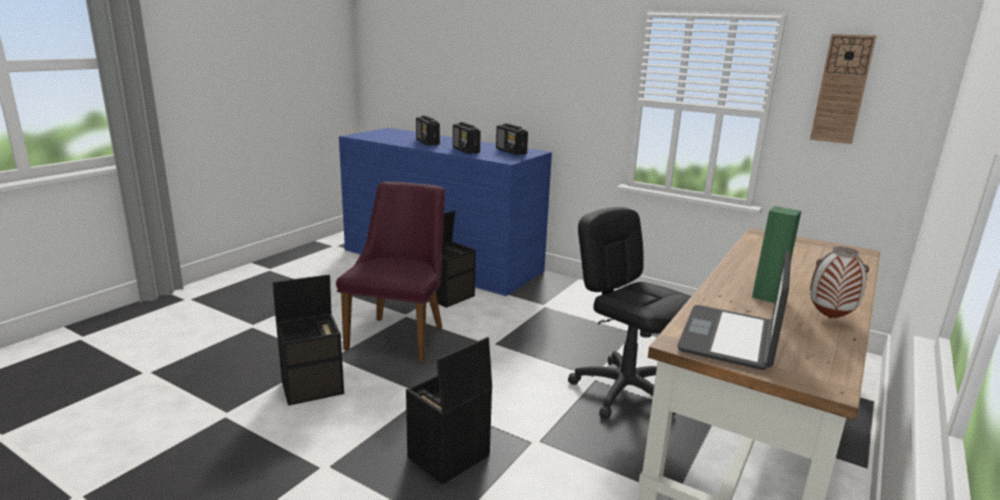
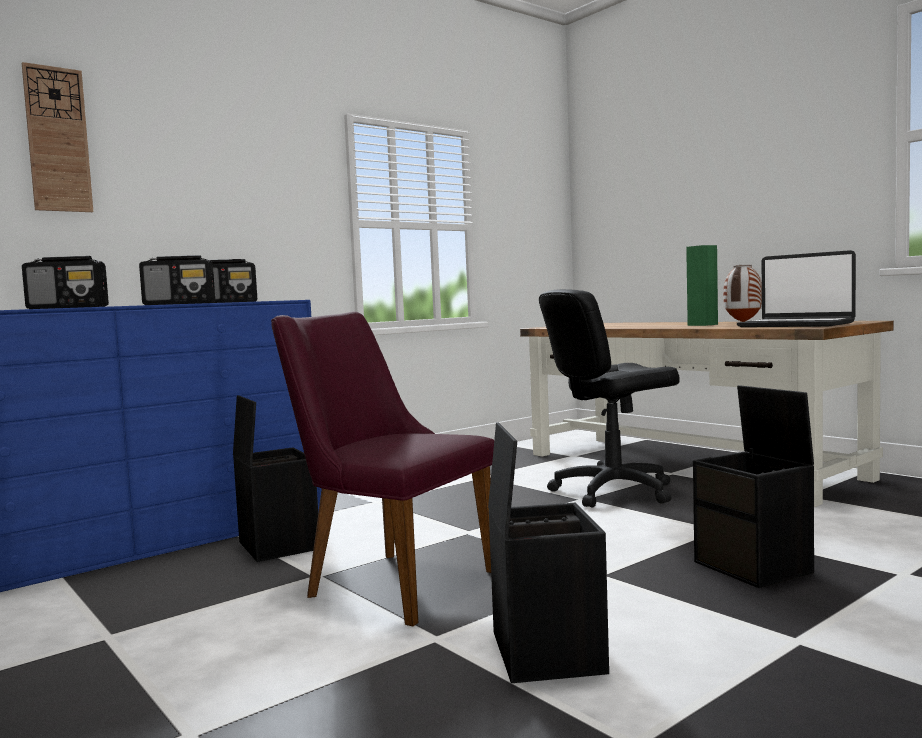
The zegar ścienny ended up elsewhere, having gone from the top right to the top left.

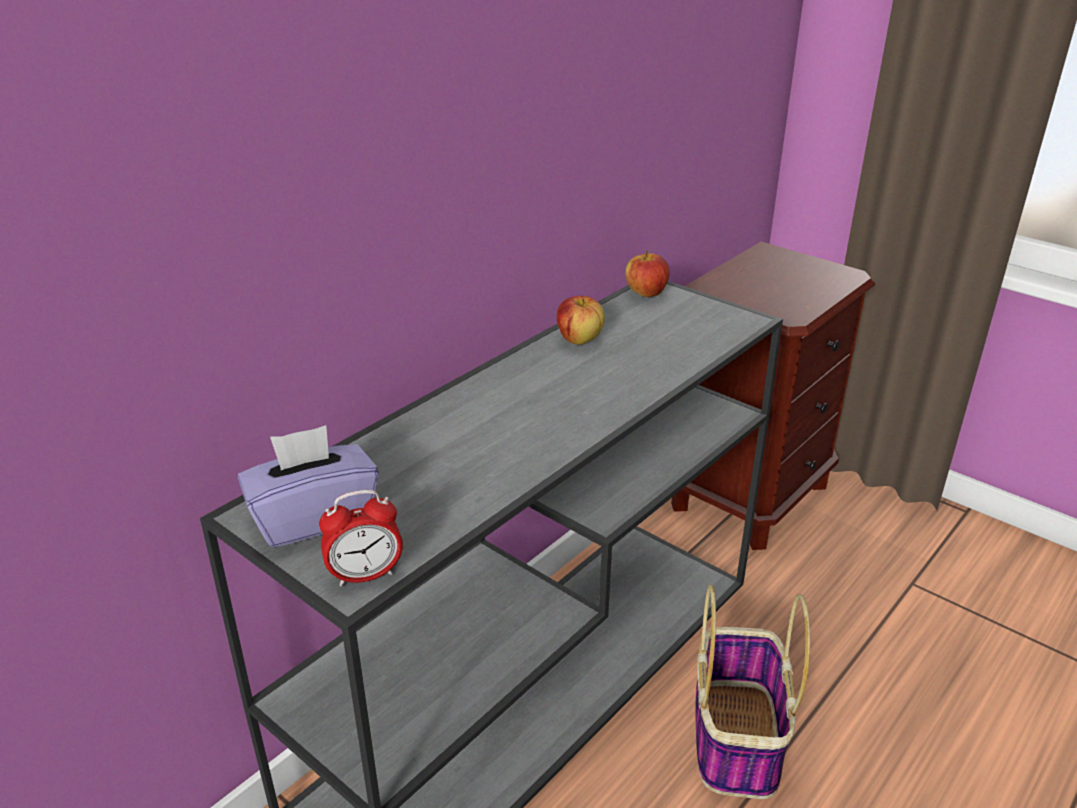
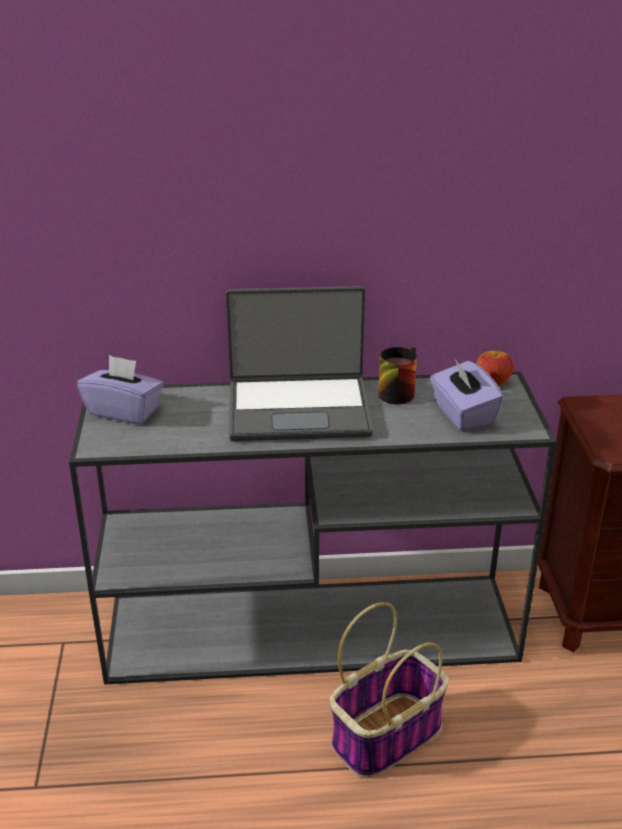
Where the jabłko (1st from left) stood at the centre, the kubek came to stand at the centre.
The second view lost the budzik at the centre.
The second view gained the laptop at the centre.
The second view gained the pudełko chusteczek/fioletowy (2nd from left) at the middle right.

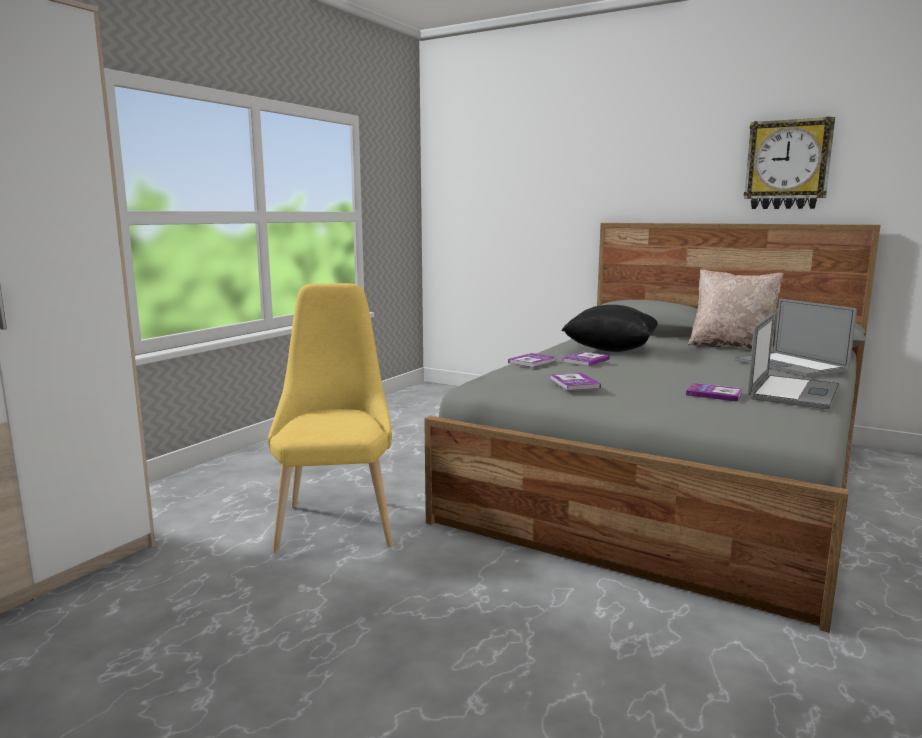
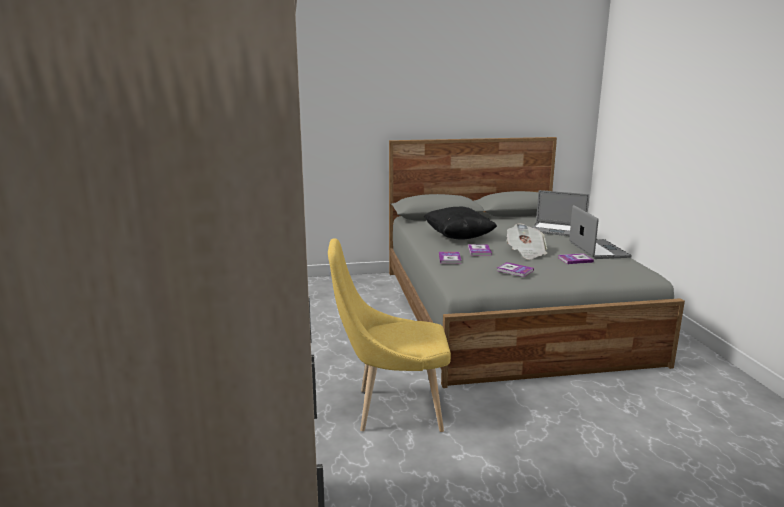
The second view lost the zegar ścienny at the top right.
The second view lost the poduszka/beżowy at the middle right.
The krzesło/żółty at the centre ended up facing another way, 45 degrees counterclockwise from before.
The second view gained the gazeta at the middle right.

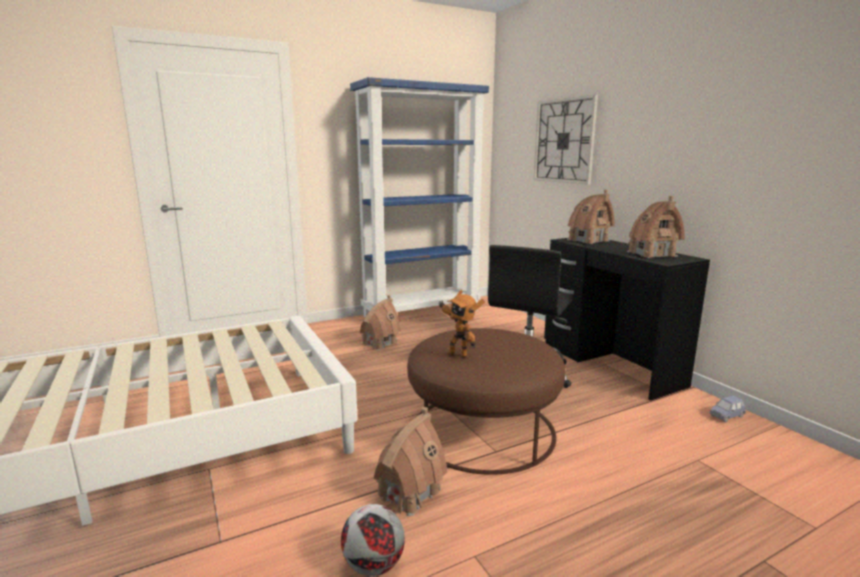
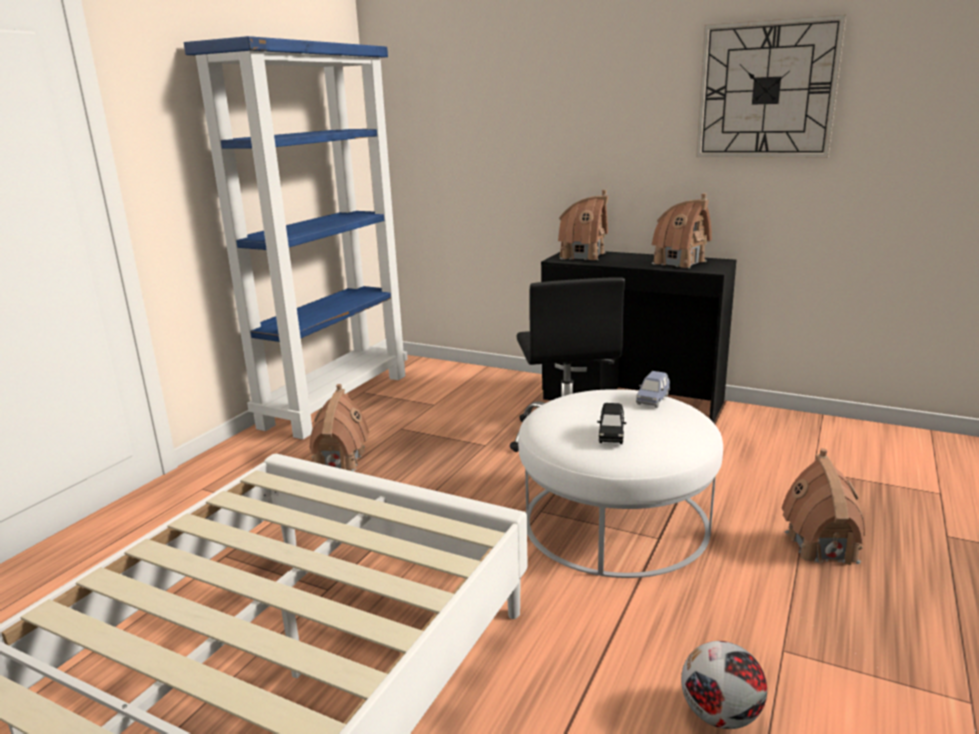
The zegar ścienny ended up elsewhere, having gone from the top centre to the top right.
Where the robot zabawkowy stood at the centre, the samochodzik/czarny came to stand at the centre.
What was the pufa/brązowy at the bottom centre turned into the pufa/biały at the centre.
The samochodzik/niebieski ended up elsewhere, having gone from the bottom right to the middle right.
The domek (2nd from left in the first image) ended up elsewhere, having gone from the bottom centre to the bottom right.

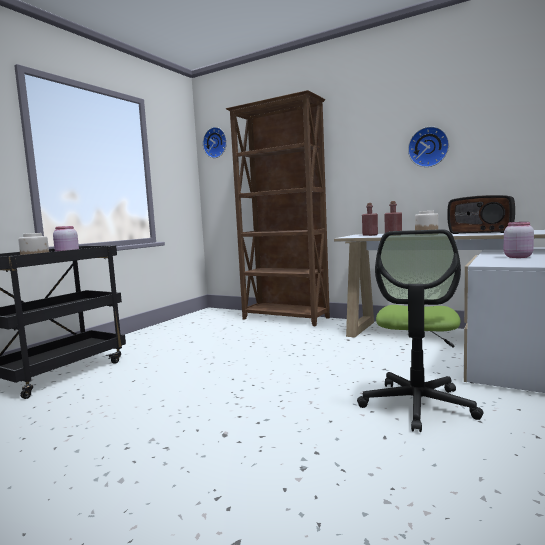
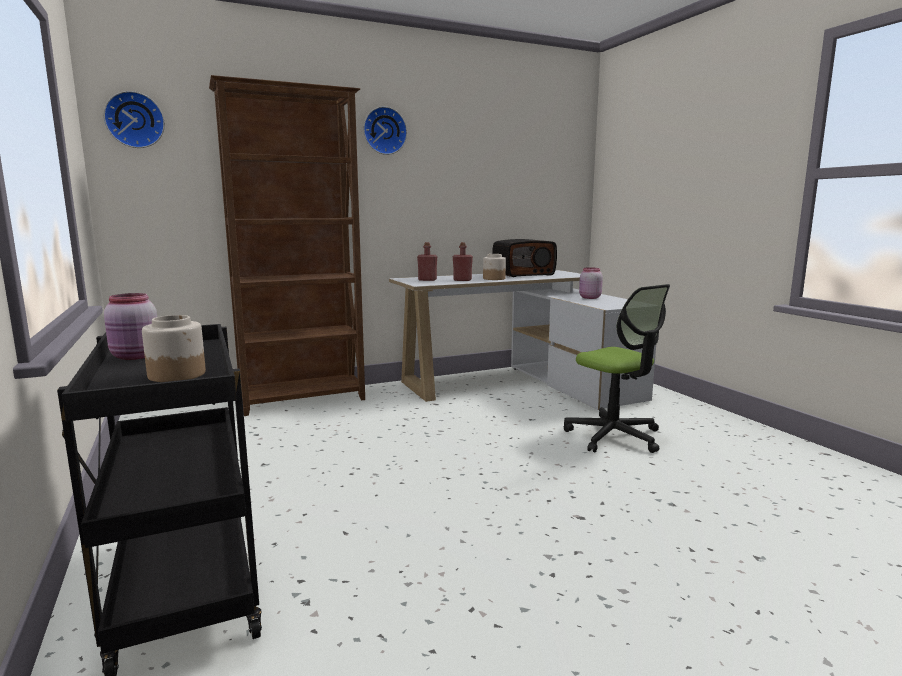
The zegar ścienny (2nd from left) ended up elsewhere, having gone from the top right to the top centre.

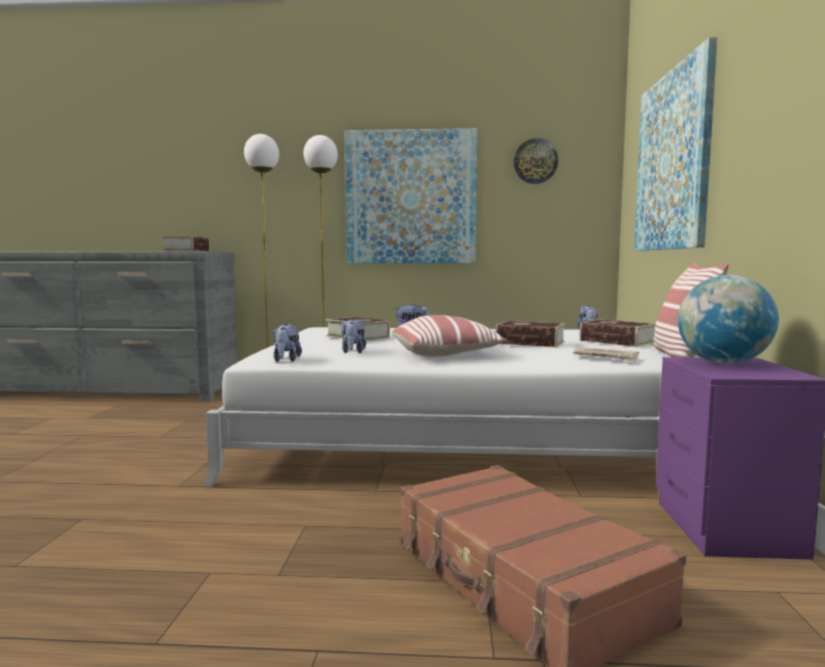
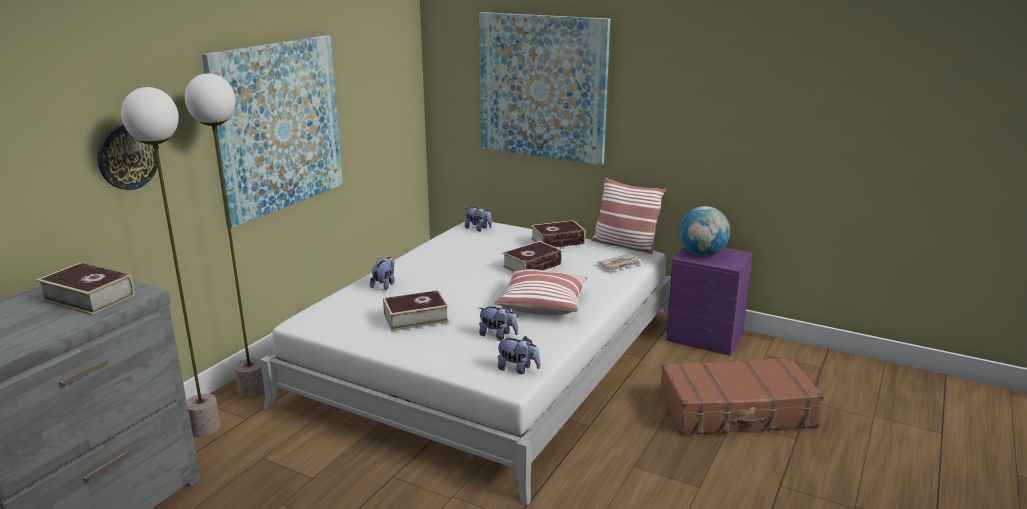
The zegar ścienny ended up elsewhere, having gone from the top centre to the top left.

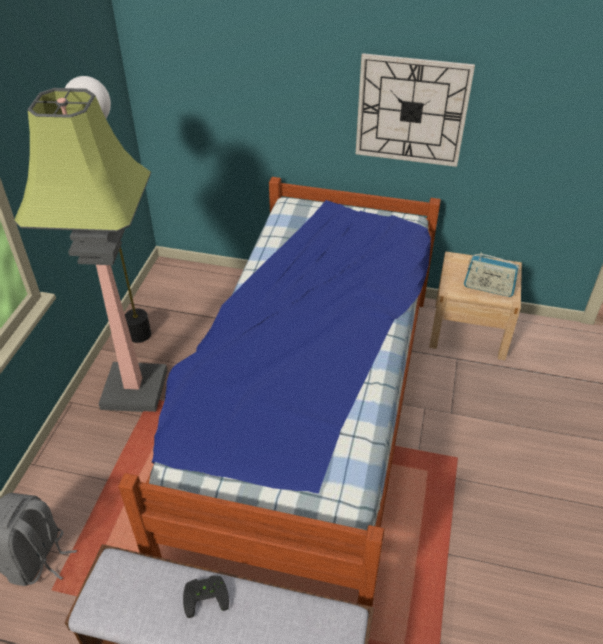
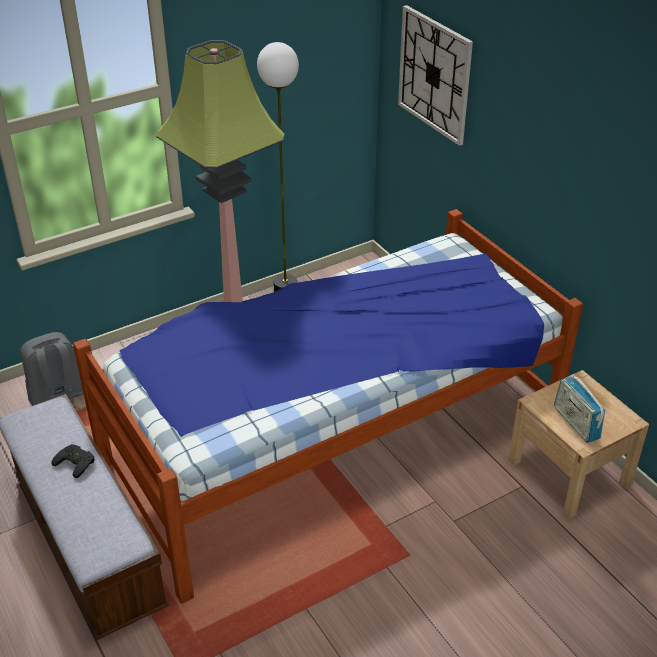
The zegar ścienny ended up elsewhere, having gone from the top right to the top centre.

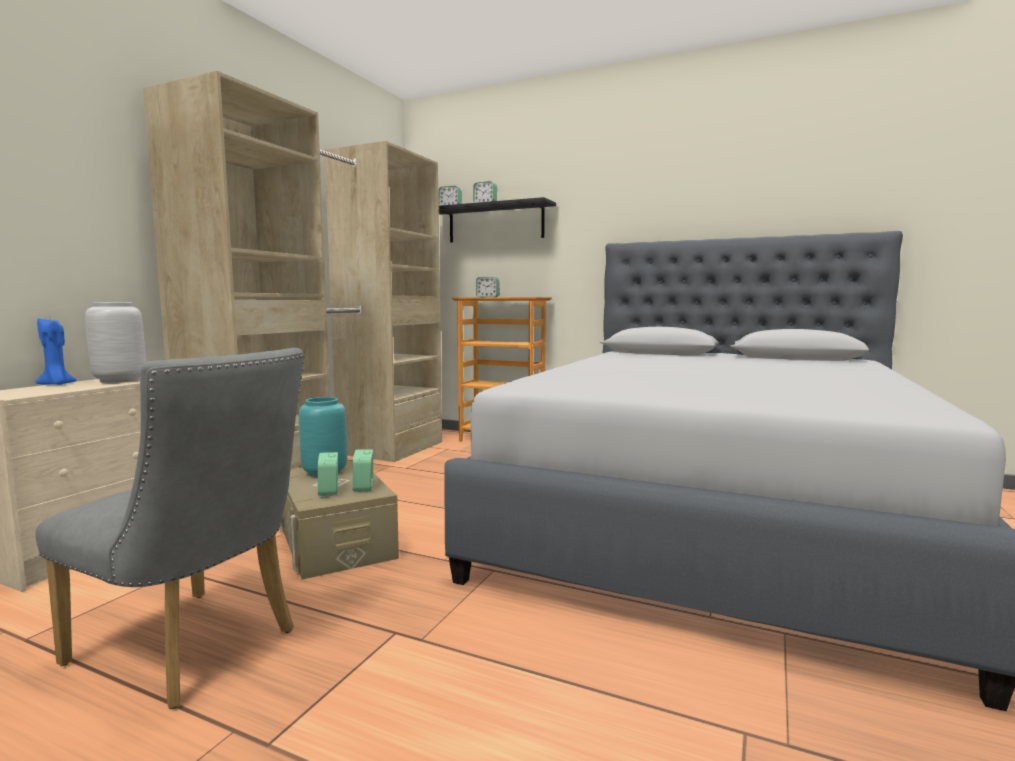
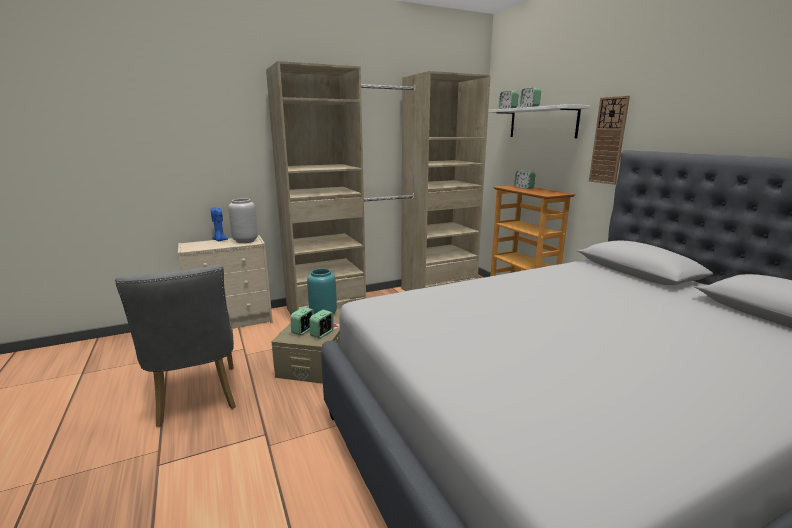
What was the półka/czarny at the top centre turned into the półka/biały at the top right.
The second view gained the zegar ścienny at the top right.

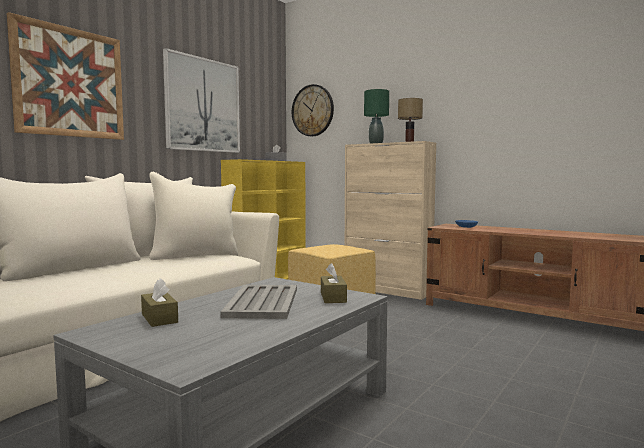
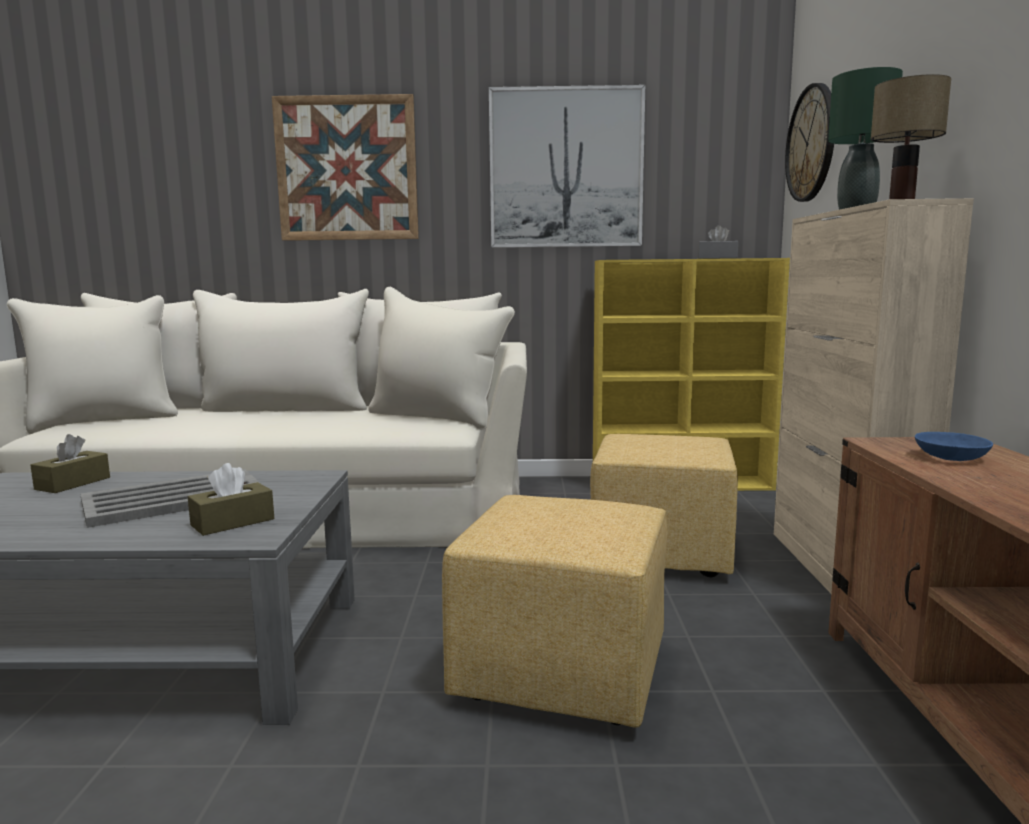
The second view gained the pufa/żółty (1st from left) at the bottom centre.

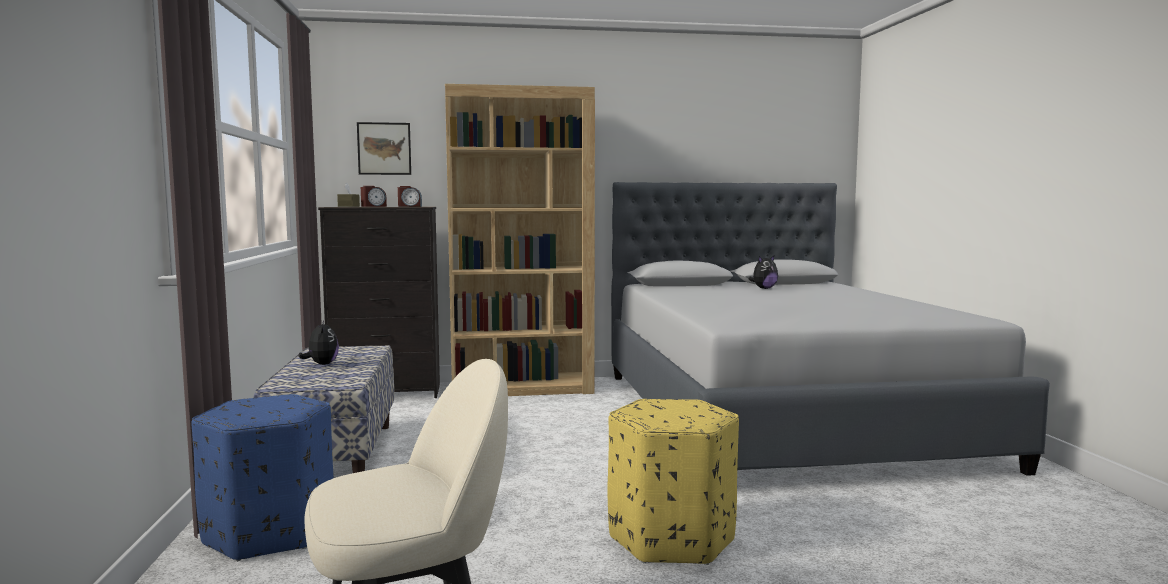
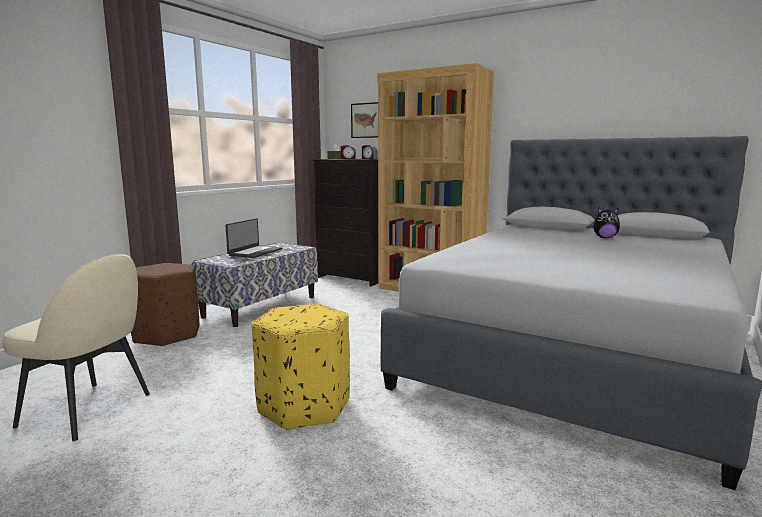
Where the pluszak (1st from left) stood at the middle left, the laptop came to stand at the middle left.
What was the pufa/niebieski at the bottom left turned into the pufa/brązowy at the middle left.

